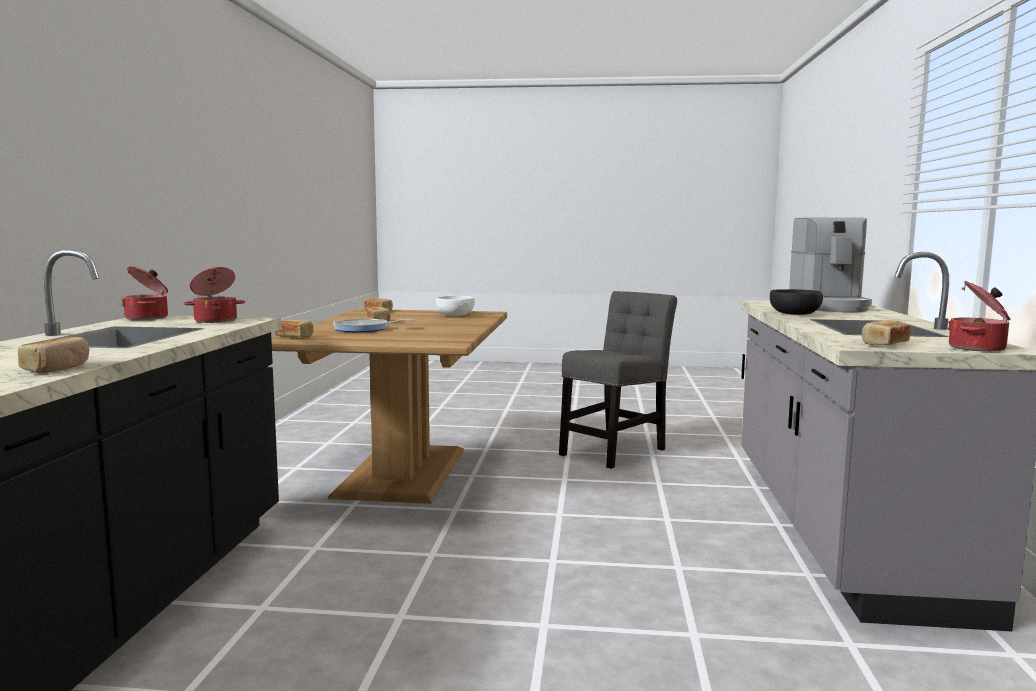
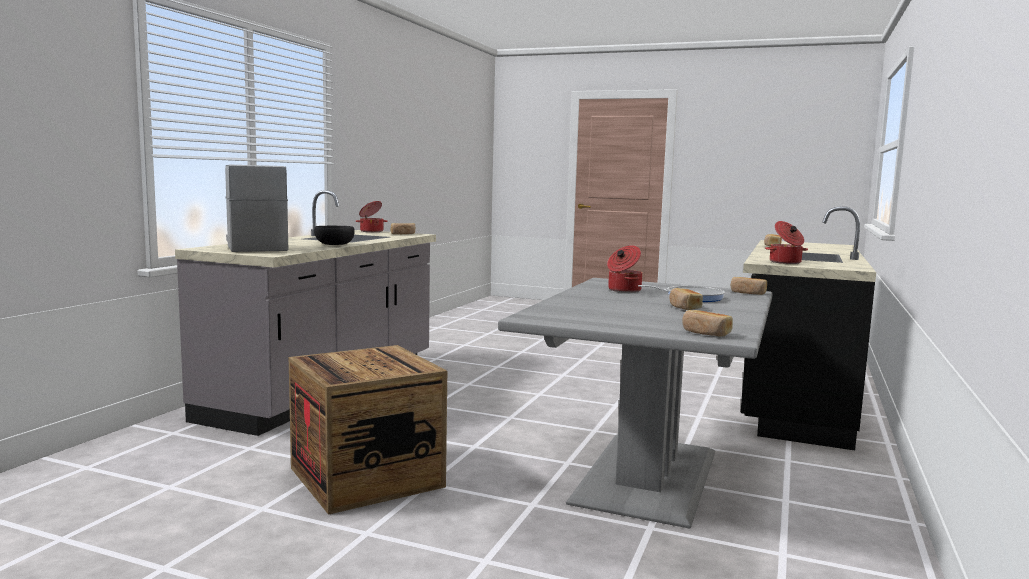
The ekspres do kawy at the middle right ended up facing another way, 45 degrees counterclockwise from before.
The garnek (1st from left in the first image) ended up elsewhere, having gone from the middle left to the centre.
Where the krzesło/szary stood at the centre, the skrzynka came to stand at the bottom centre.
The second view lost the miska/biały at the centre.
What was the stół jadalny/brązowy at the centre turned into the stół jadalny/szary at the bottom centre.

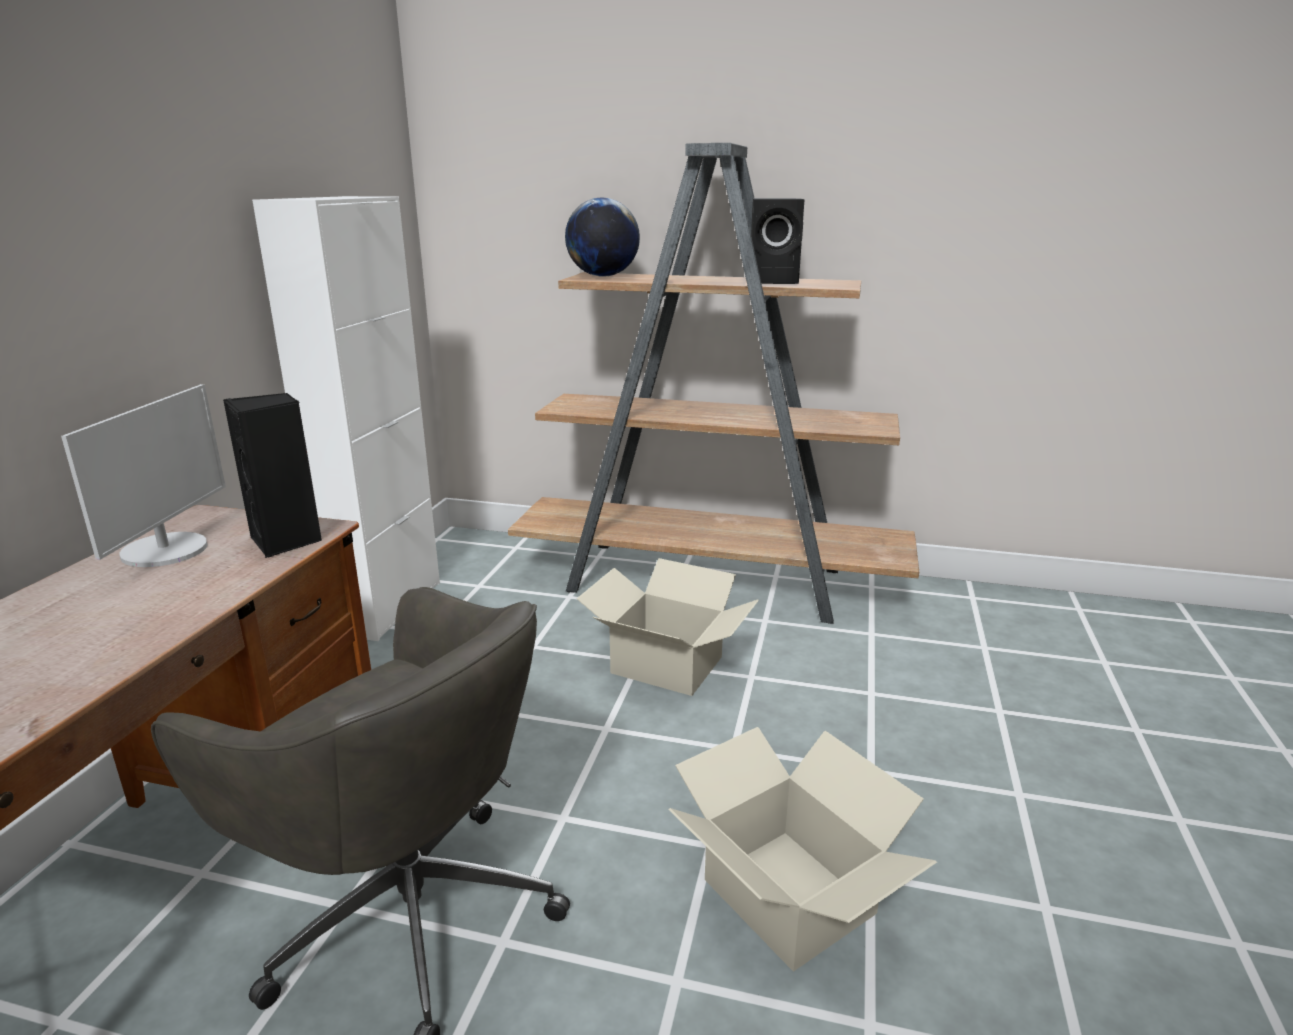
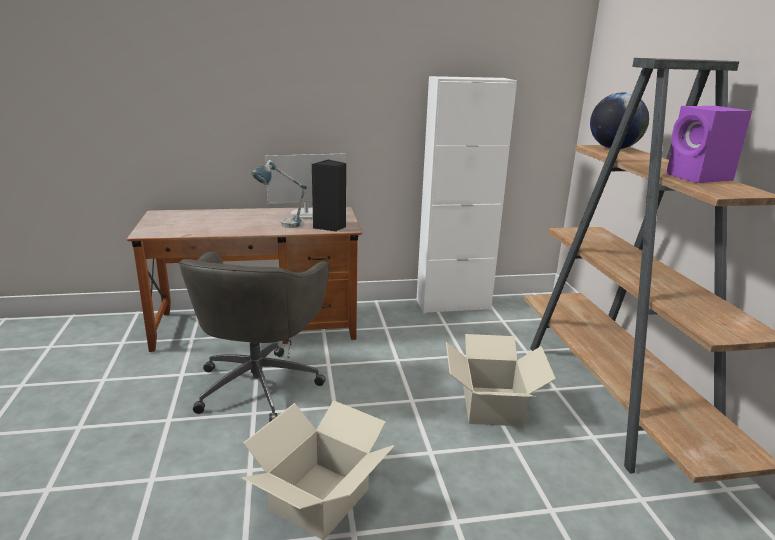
What was the głośnik/czarny (2nd from left) at the top centre turned into the głośnik/fioletowy at the top right.
The second view gained the lampa stołowa at the centre.

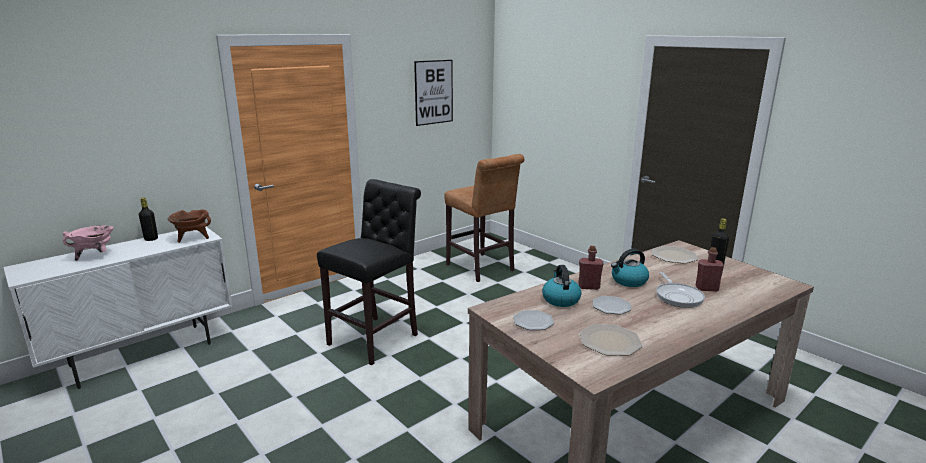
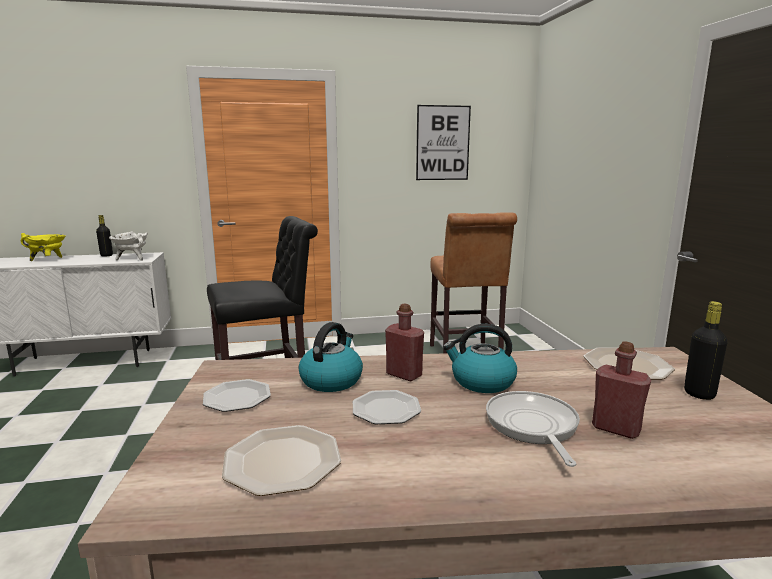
What was the garnek/brązowy at the middle left turned into the garnek/biały at the middle left.
What was the garnek/różowy at the middle left turned into the garnek/żółty at the middle left.
The patelnia at the middle right ended up facing another way, 150 degrees clockwise from before.

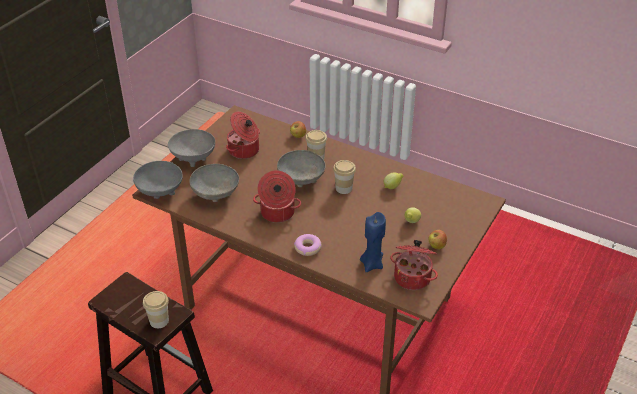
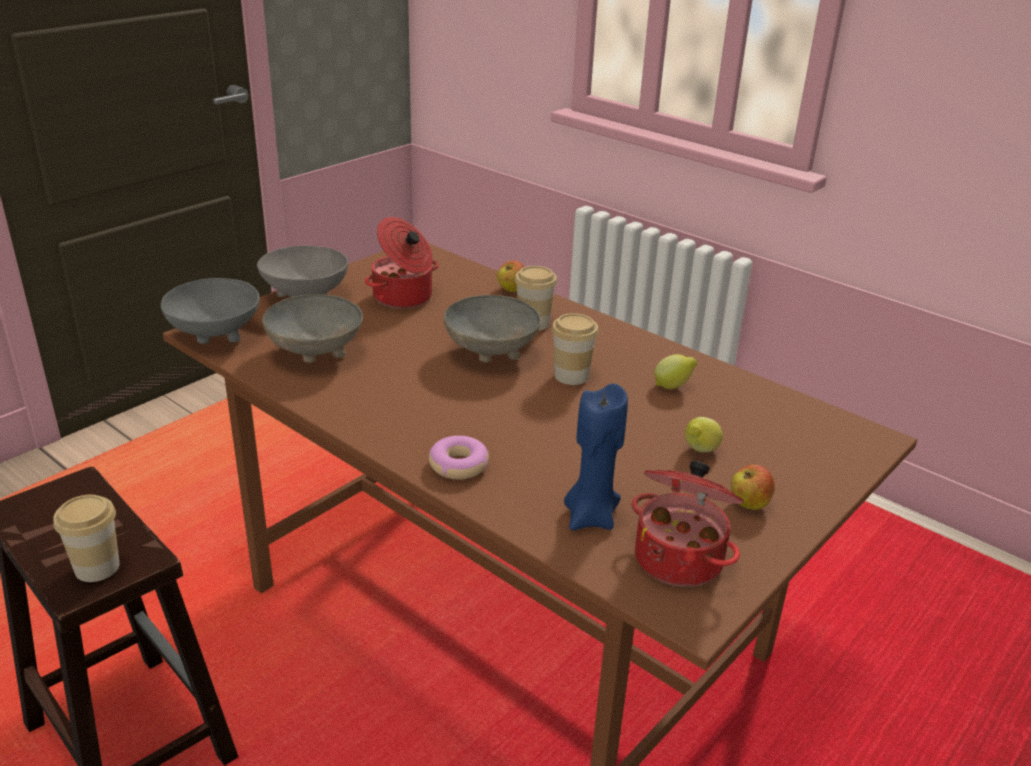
The second view lost the garnek (2nd from left) at the centre.

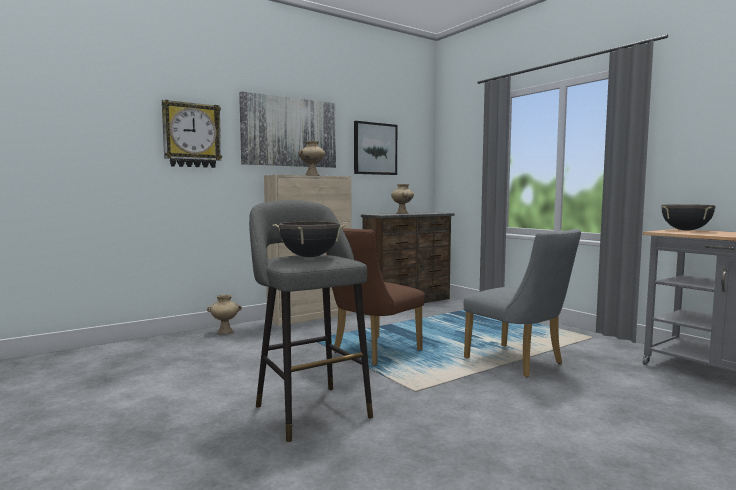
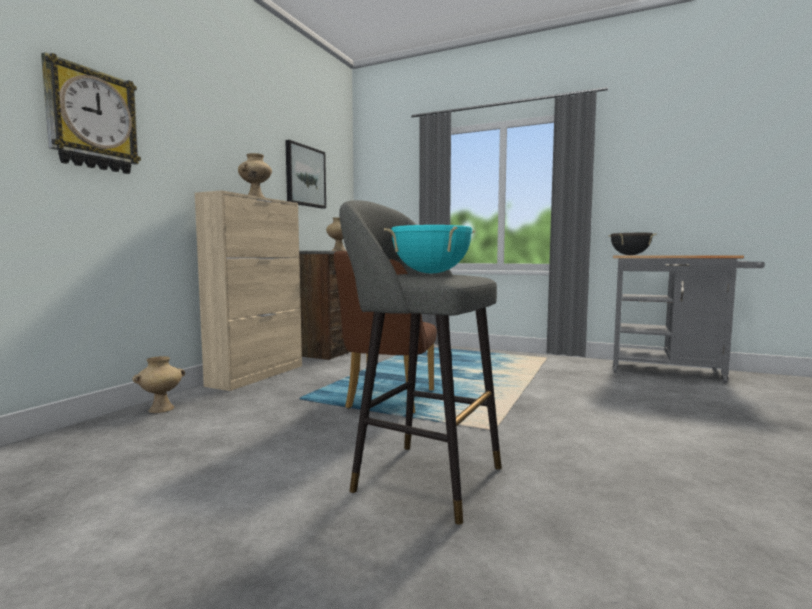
The second view lost the obraz (1st from left) at the top centre.
What was the garnek/czarny (1st from left) at the centre turned into the garnek/turkusowy at the centre.
The second view lost the krzesło/szary at the middle right.

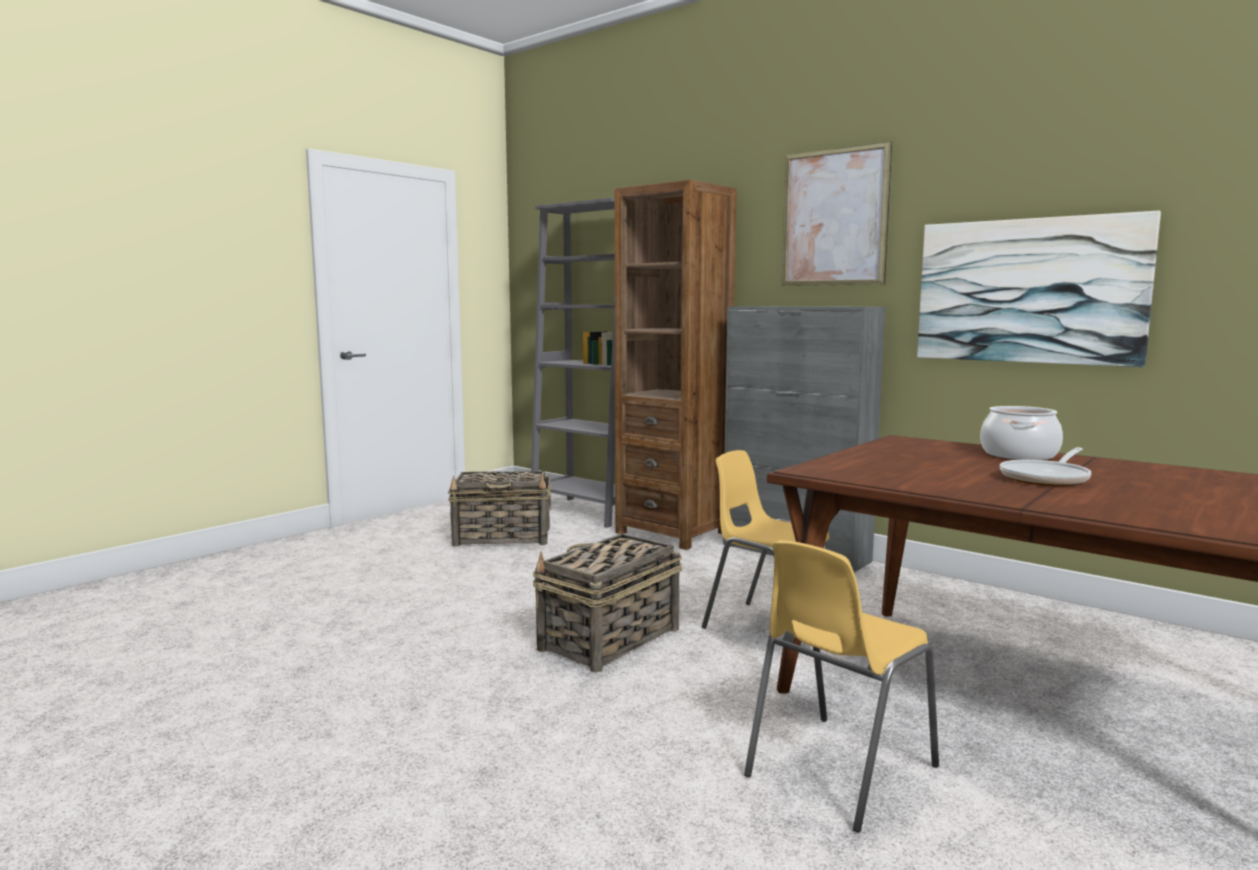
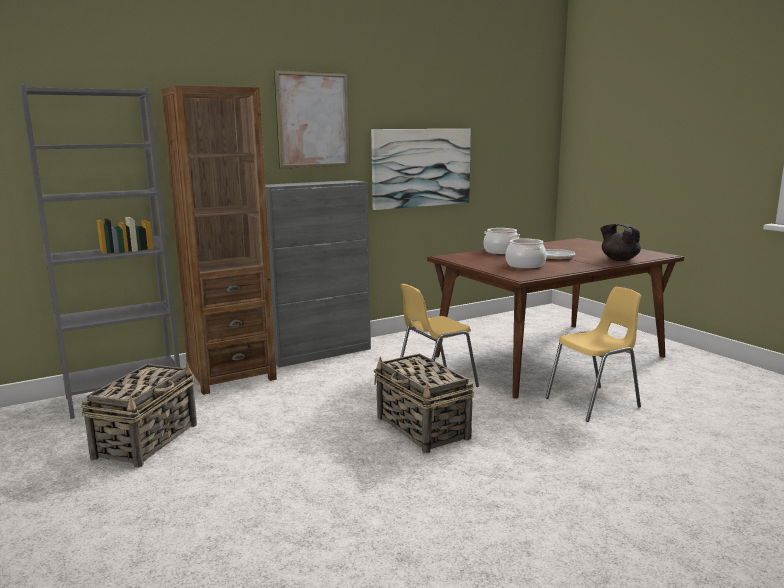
The krzesło/żółty (2nd from left) at the bottom right ended up facing another way, 90 degrees counterclockwise from before.
The second view gained the imbryk/czarny at the middle right.
The second view gained the garnek (2nd from left) at the middle right.

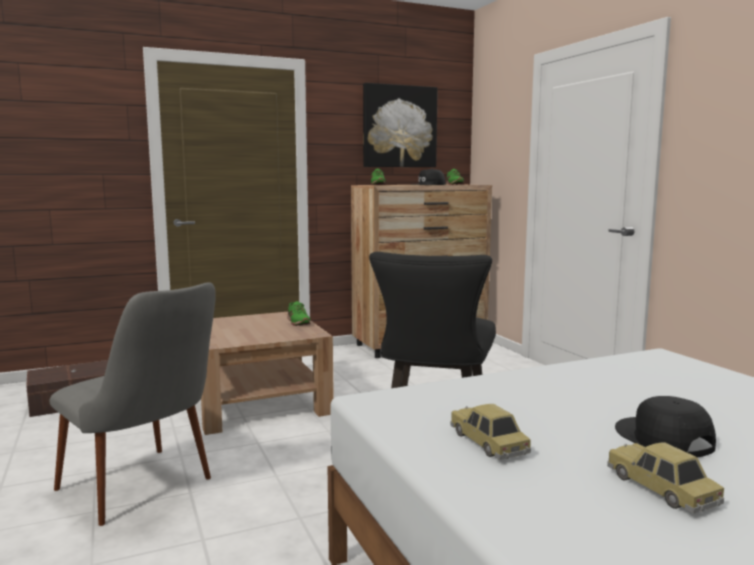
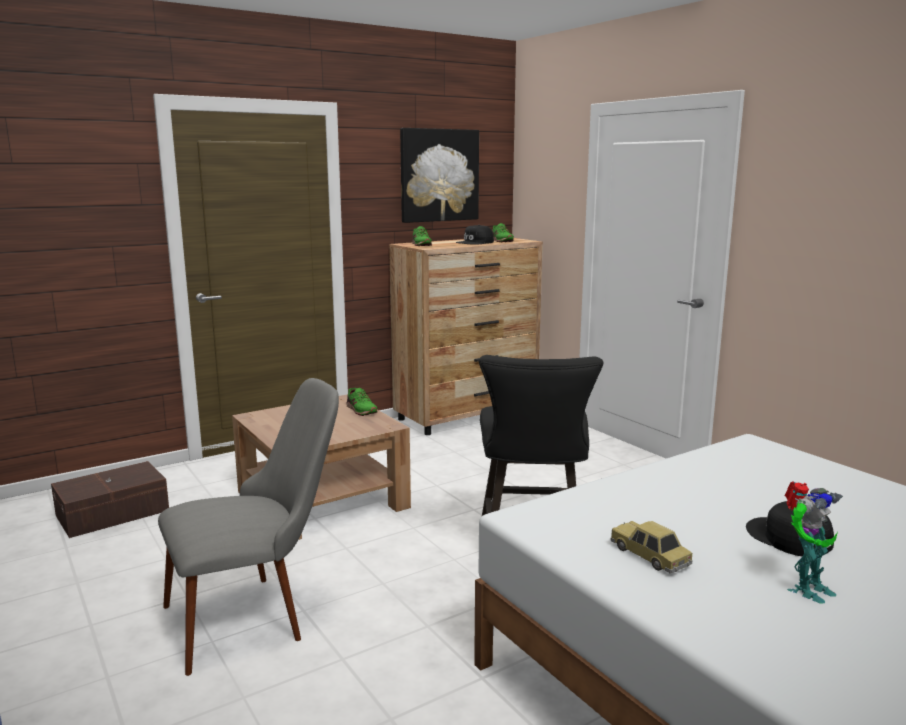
The krzesło/szary at the bottom left ended up facing another way, 60 degrees counterclockwise from before.
Where the samochodzik (2nd from left) stood at the bottom right, the robot zabawkowy came to stand at the bottom right.

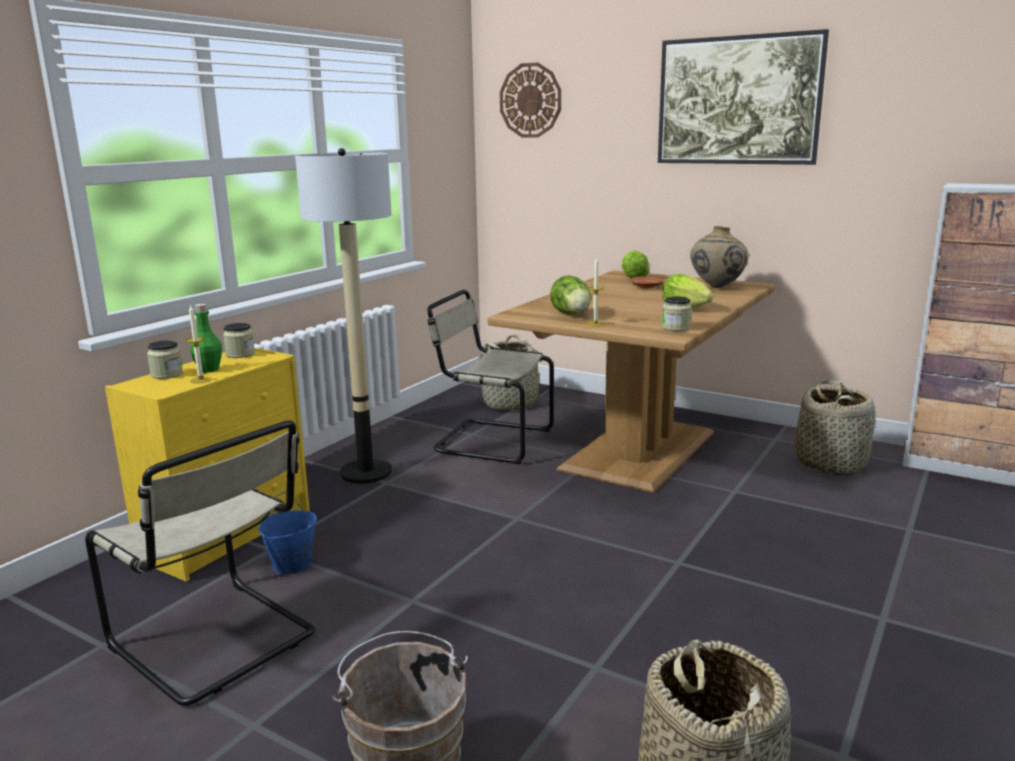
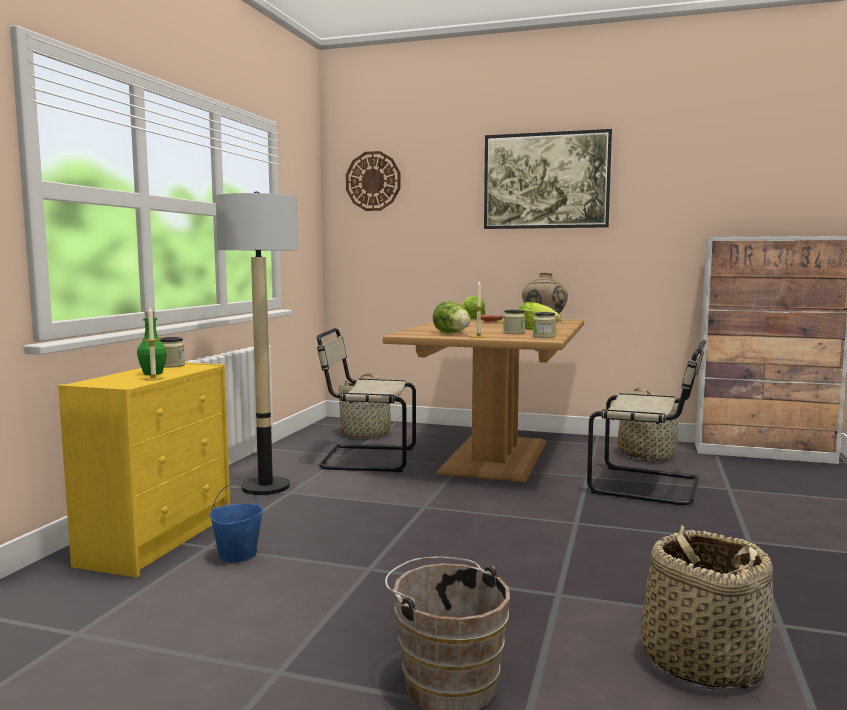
The słoik (1st from left in the first image) ended up elsewhere, having gone from the middle left to the centre.
The krzesło/beżowy (1st from left in the first image) ended up elsewhere, having gone from the bottom left to the middle right.

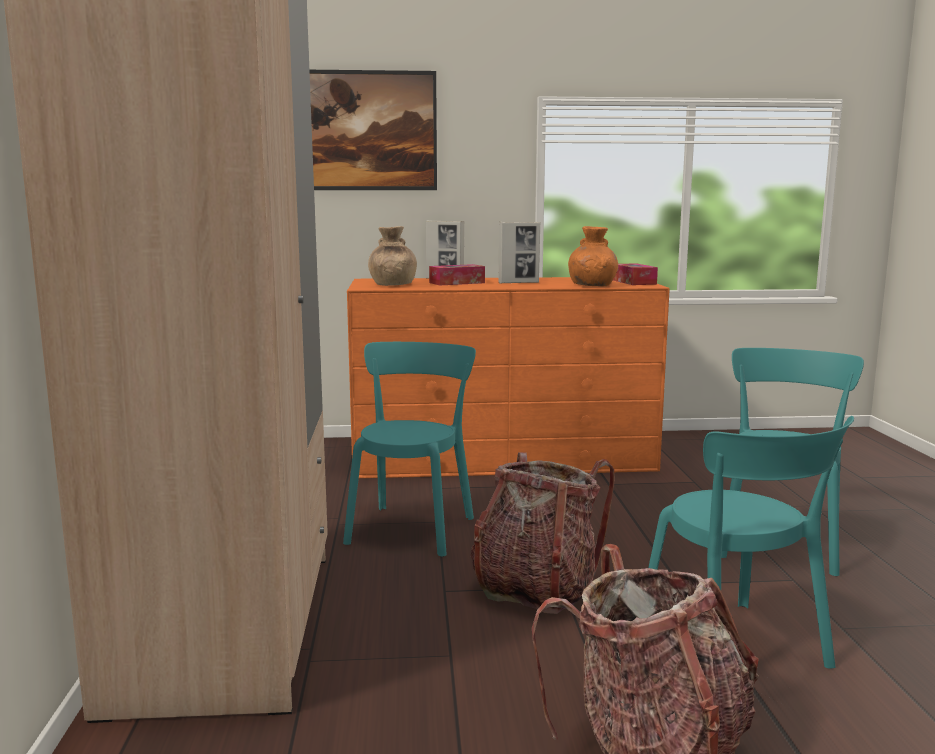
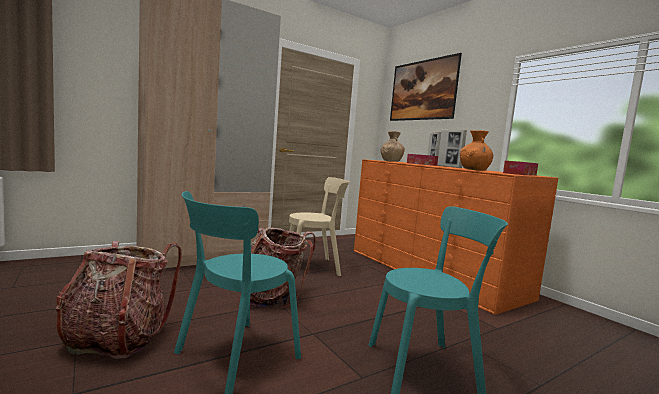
What was the krzesło/turkusowy (1st from left) at the centre turned into the krzesło/beżowy at the centre.

